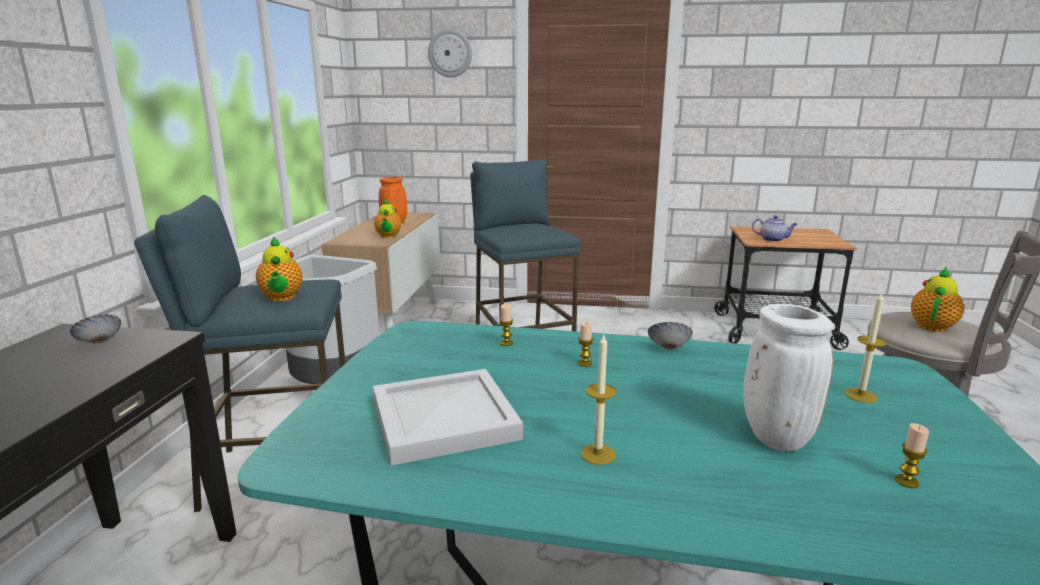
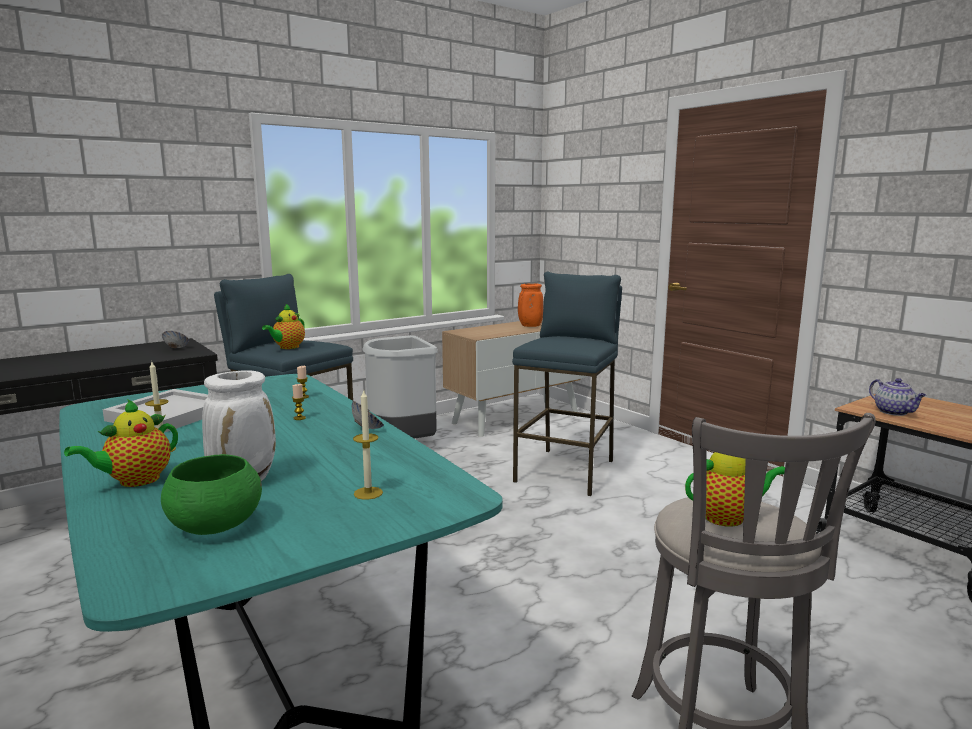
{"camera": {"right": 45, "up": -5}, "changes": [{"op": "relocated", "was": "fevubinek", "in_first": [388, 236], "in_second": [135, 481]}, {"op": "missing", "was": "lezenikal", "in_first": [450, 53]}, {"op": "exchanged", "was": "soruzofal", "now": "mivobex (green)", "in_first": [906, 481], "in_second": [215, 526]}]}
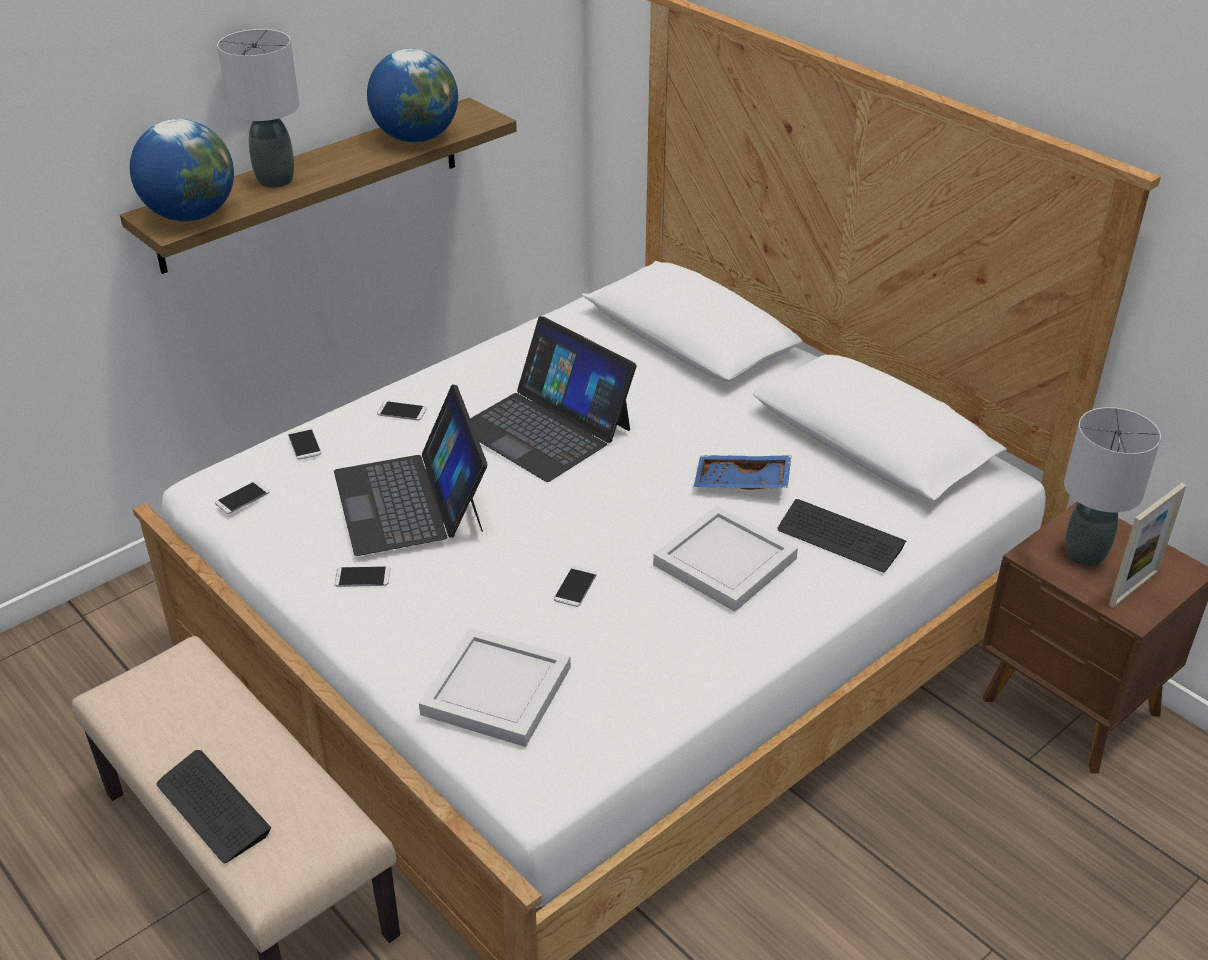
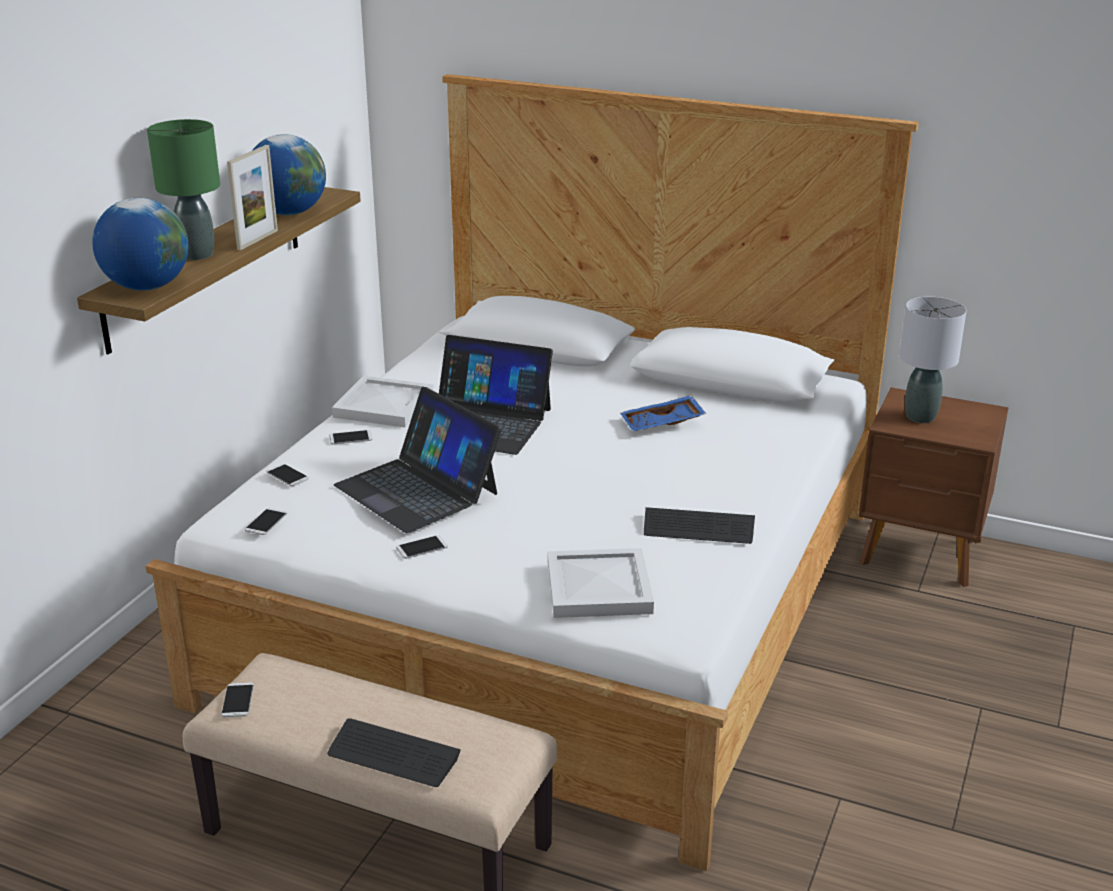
{"camera": {"right": -25, "up": -10}, "changes": [{"op": "colour", "was": "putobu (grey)", "now": "putobu (green)", "in_first": [275, 180], "in_second": [196, 255]}, {"op": "relocated", "was": "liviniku", "in_first": [575, 587], "in_second": [237, 700]}, {"op": "relocated", "was": "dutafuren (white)", "in_first": [725, 563], "in_second": [384, 406]}, {"op": "relocated", "was": "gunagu", "in_first": [840, 538], "in_second": [698, 528]}, {"op": "relocated", "was": "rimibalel", "in_first": [1134, 588], "in_second": [257, 240]}]}
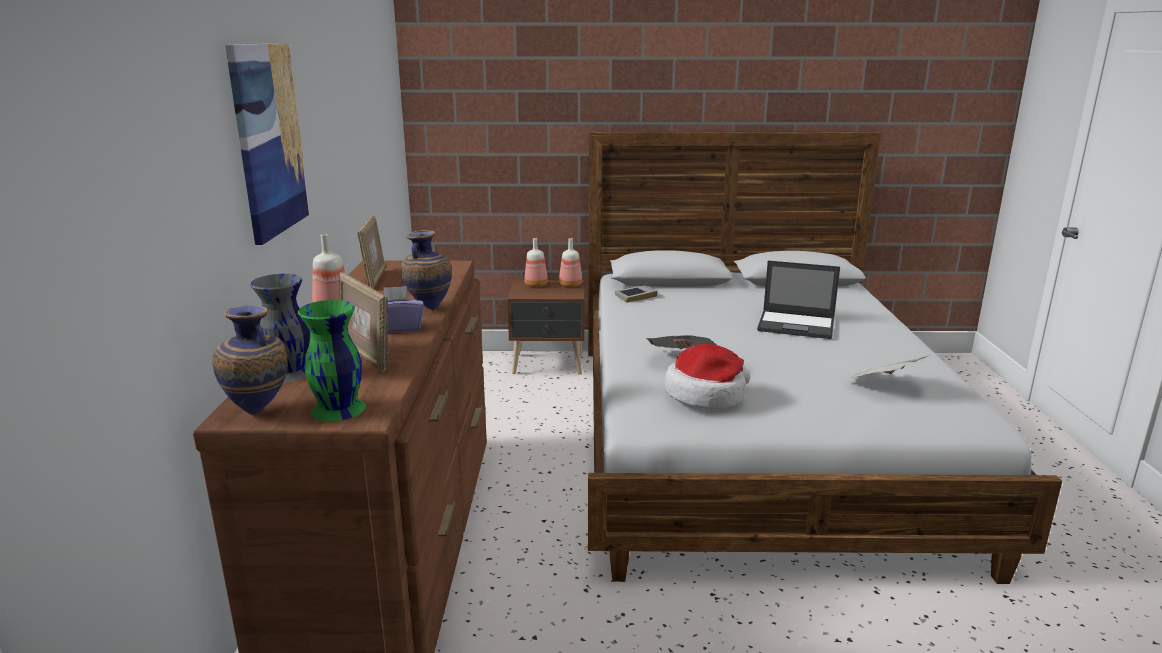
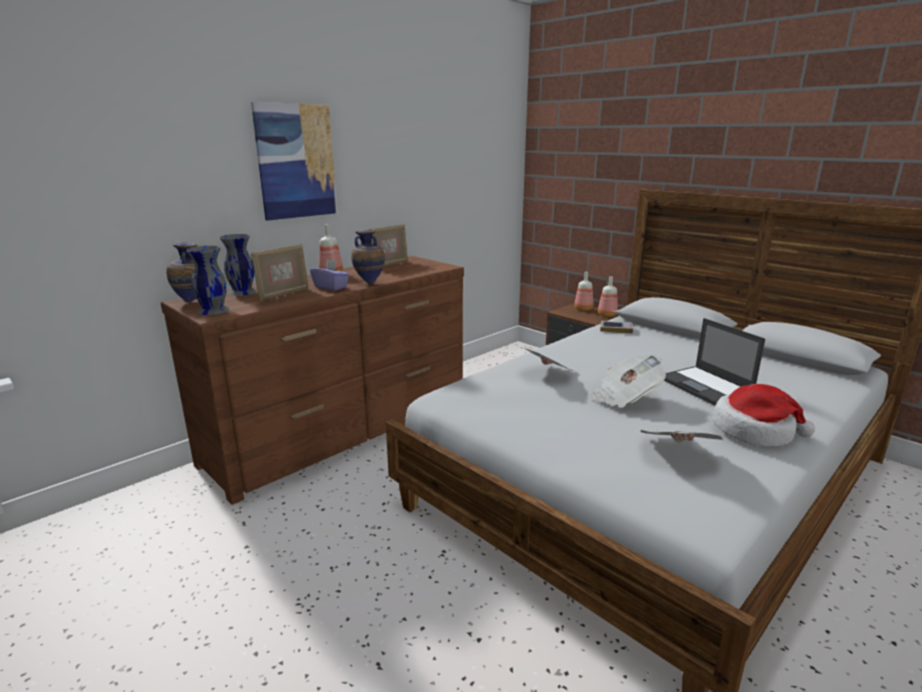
{"camera": {"right": 45, "up": 0}, "changes": [{"op": "colour", "was": "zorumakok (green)", "now": "zorumakok (grey)", "in_first": [337, 409], "in_second": [212, 310]}, {"op": "spun", "was": "rimibalel", "in_first": [366, 356], "in_second": [283, 294], "clockwise": -150}, {"op": "relocated", "was": "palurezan", "in_first": [706, 394], "in_second": [754, 431]}, {"op": "appeared", "now": "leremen", "in_second": [624, 397]}]}
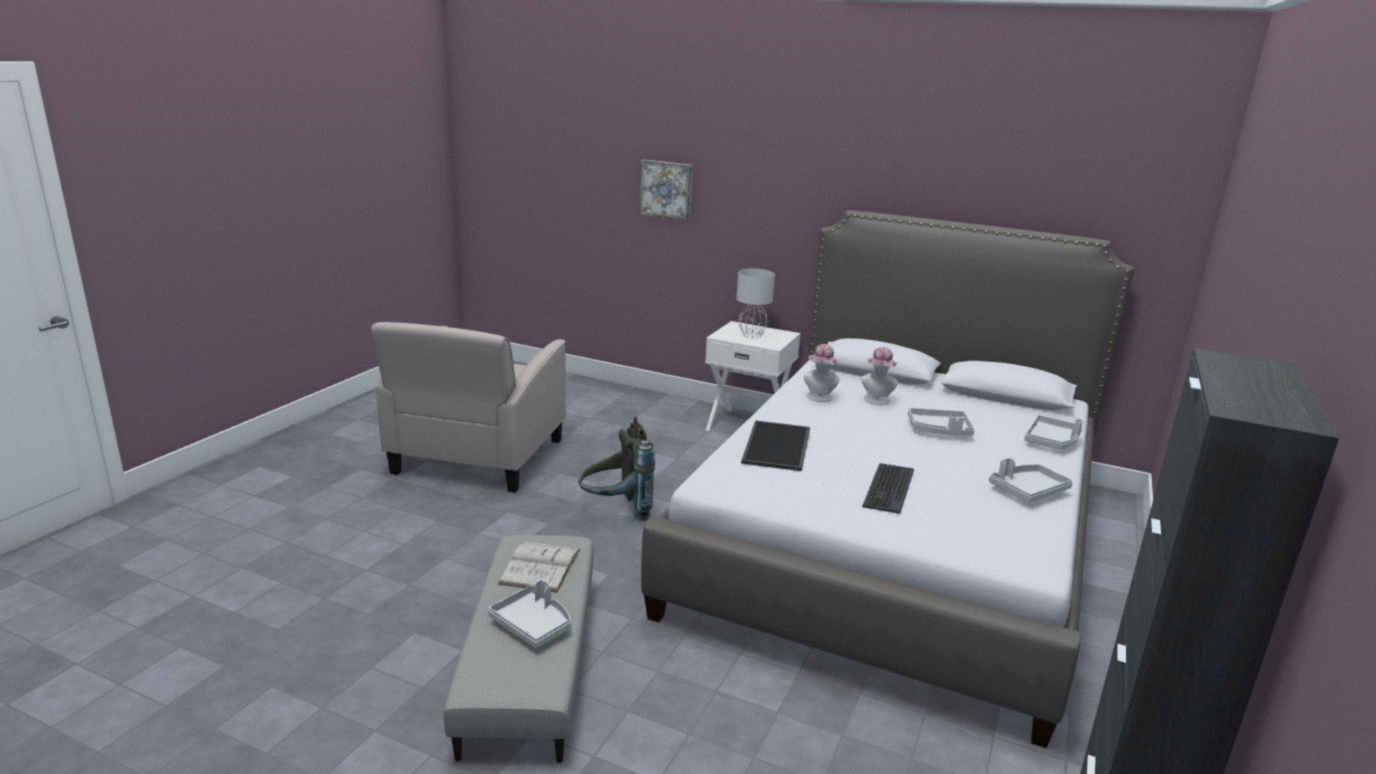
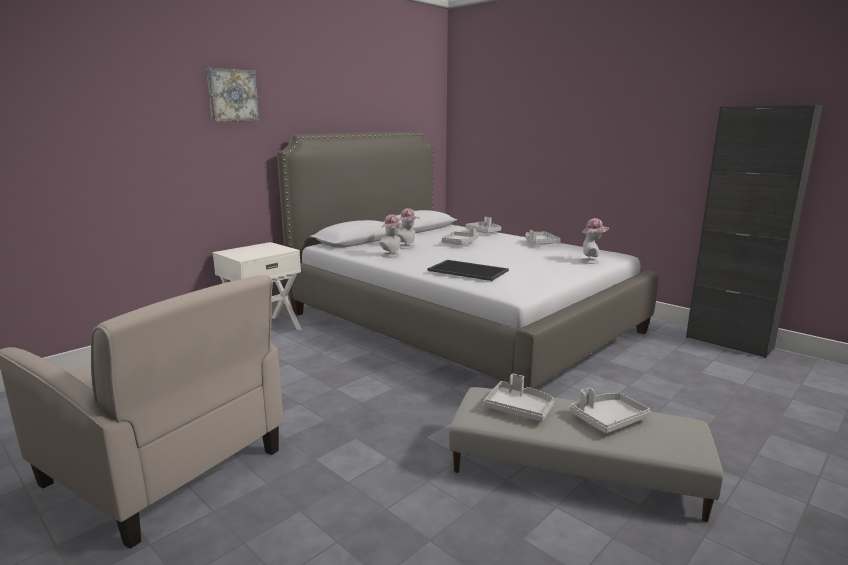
{"camera": {"right": -70, "up": -5}, "changes": [{"op": "exchanged", "was": "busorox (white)", "now": "dutafuren (grey)", "in_first": [540, 566], "in_second": [519, 409]}, {"op": "missing", "was": "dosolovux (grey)", "in_first": [616, 511]}, {"op": "relocated", "was": "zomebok", "in_first": [667, 189], "in_second": [232, 95]}, {"op": "missing", "was": "putobu (grey)", "in_first": [752, 335]}, {"op": "missing", "was": "gunagu", "in_first": [888, 488]}, {"op": "appeared", "now": "palurezan", "in_second": [591, 261]}]}
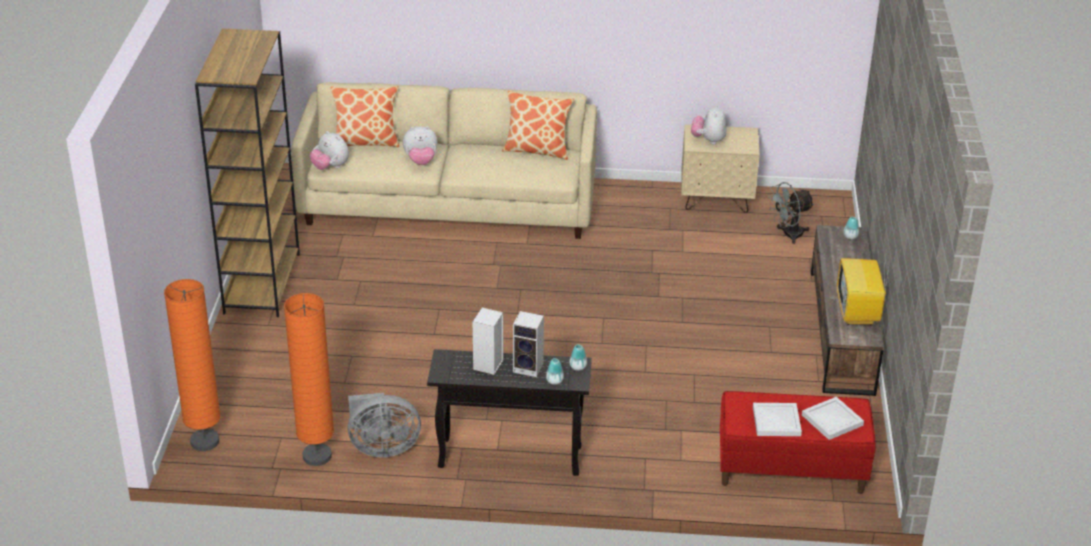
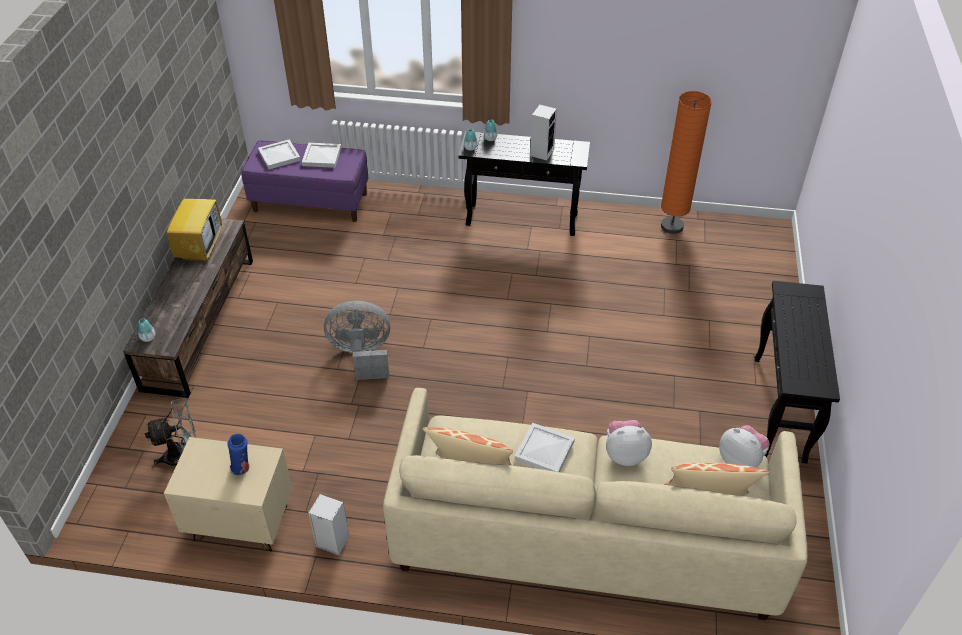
{"camera": {"right": -175, "up": 10}, "changes": [{"op": "missing", "was": "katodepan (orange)", "in_first": [204, 441]}, {"op": "exchanged", "was": "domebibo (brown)", "now": "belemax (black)", "in_first": [261, 283], "in_second": [779, 409]}, {"op": "relocated", "was": "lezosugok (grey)", "in_first": [382, 447], "in_second": [362, 356]}, {"op": "relocated", "was": "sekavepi", "in_first": [529, 367], "in_second": [331, 542]}, {"op": "exchanged", "was": "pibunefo", "now": "zorumakok (blue)", "in_first": [708, 140], "in_second": [242, 468]}, {"op": "colour", "was": "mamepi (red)", "now": "mamepi (purple)", "in_first": [790, 469], "in_second": [311, 202]}, {"op": "appeared", "now": "dutafuren (white)", "in_second": [545, 451]}]}
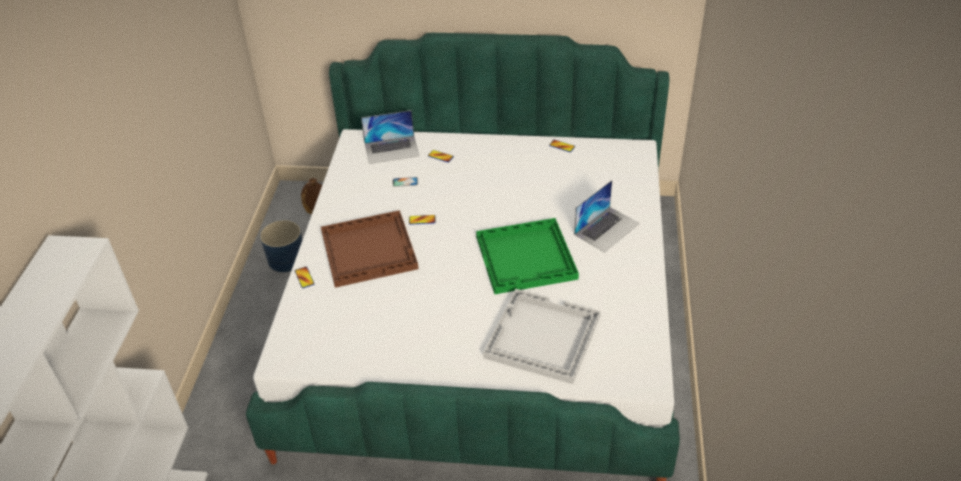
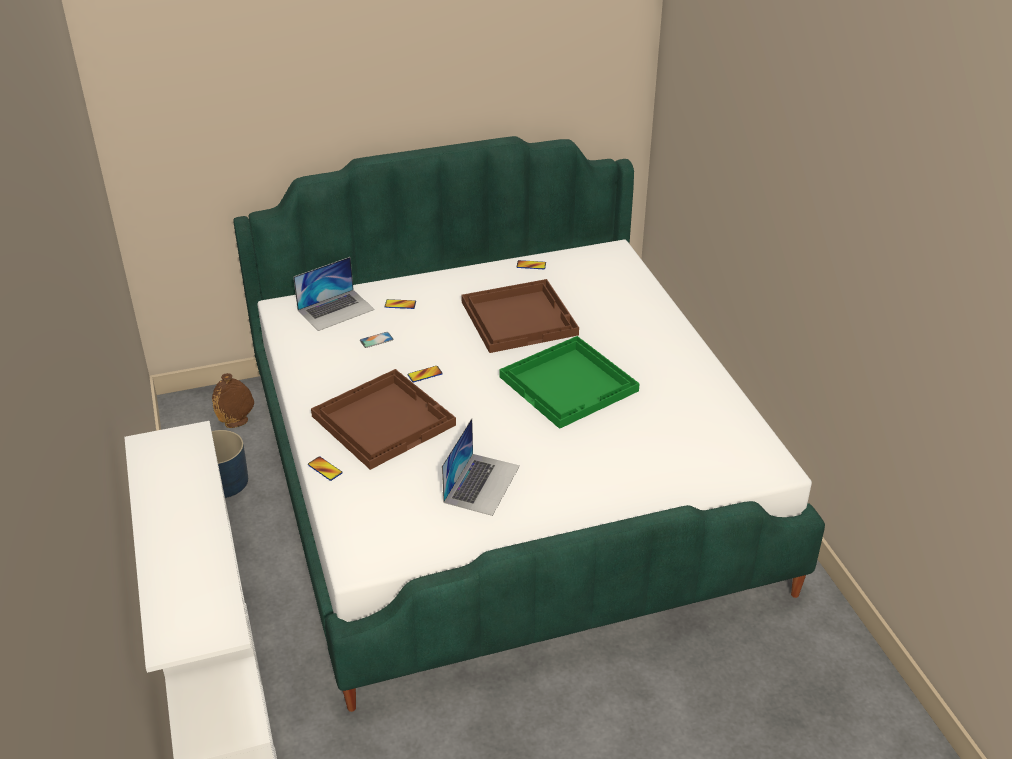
{"camera": {"right": -25, "up": -5}, "changes": [{"op": "missing", "was": "dutafuren (white)", "in_first": [541, 337]}, {"op": "relocated", "was": "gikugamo", "in_first": [607, 229], "in_second": [482, 483]}, {"op": "appeared", "now": "dutafuren (brown)", "in_second": [519, 317]}]}
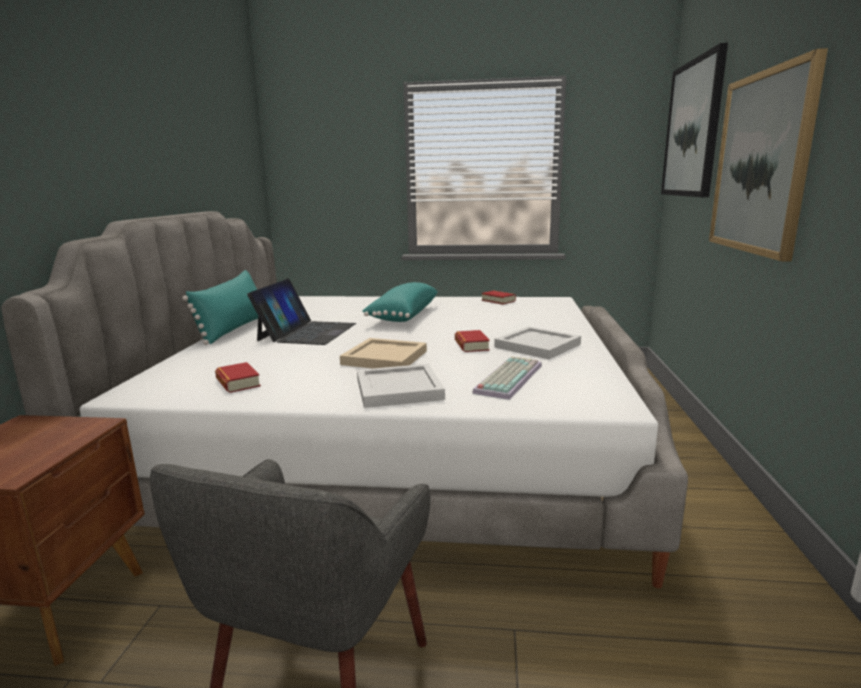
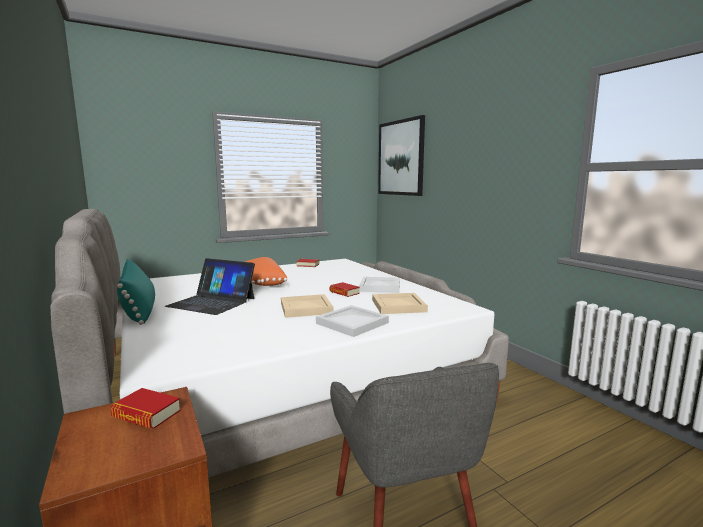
{"camera": {"right": -35, "up": -5}, "changes": [{"op": "relocated", "was": "busorox", "in_first": [238, 382], "in_second": [146, 414]}, {"op": "spun", "was": "gikugamo", "in_first": [307, 332], "in_second": [212, 302], "clockwise": 135}, {"op": "colour", "was": "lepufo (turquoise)", "now": "lepufo (orange)", "in_first": [402, 315], "in_second": [262, 281]}, {"op": "exchanged", "was": "gunagu", "now": "dutafuren (beige)", "in_first": [507, 378], "in_second": [397, 305]}, {"op": "missing", "was": "zomebok", "in_first": [761, 163]}]}
